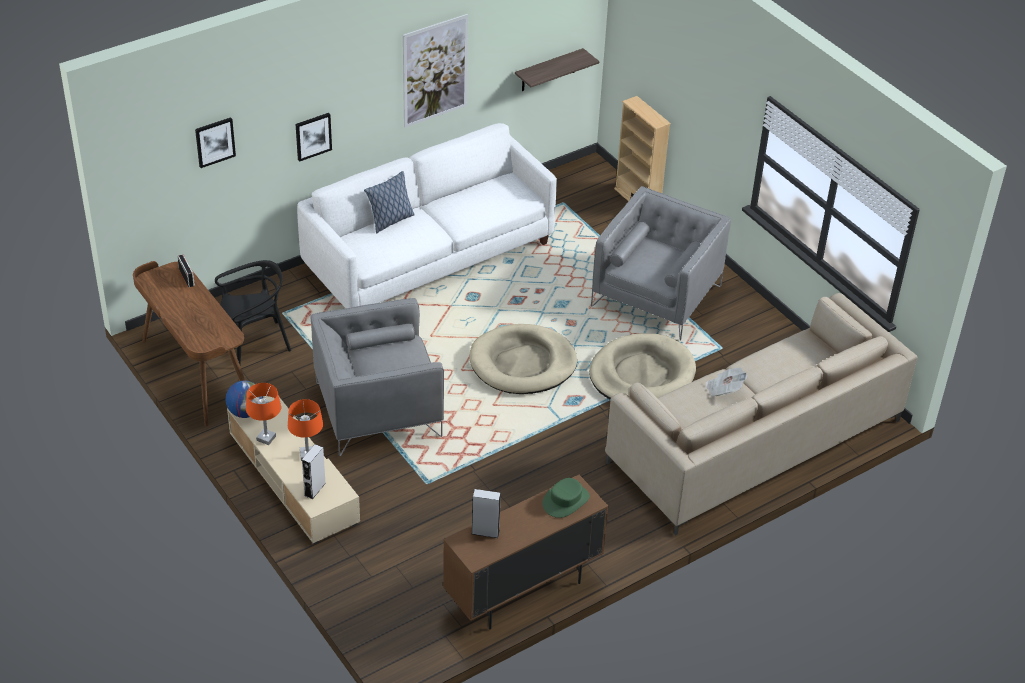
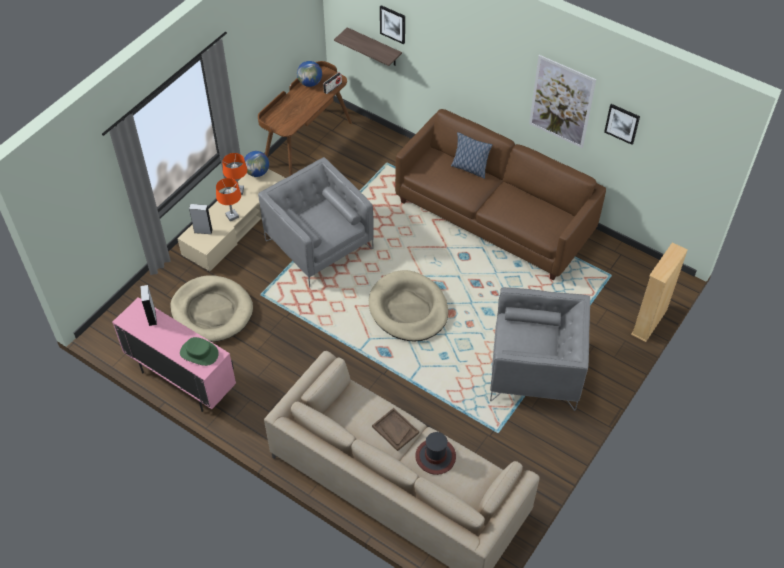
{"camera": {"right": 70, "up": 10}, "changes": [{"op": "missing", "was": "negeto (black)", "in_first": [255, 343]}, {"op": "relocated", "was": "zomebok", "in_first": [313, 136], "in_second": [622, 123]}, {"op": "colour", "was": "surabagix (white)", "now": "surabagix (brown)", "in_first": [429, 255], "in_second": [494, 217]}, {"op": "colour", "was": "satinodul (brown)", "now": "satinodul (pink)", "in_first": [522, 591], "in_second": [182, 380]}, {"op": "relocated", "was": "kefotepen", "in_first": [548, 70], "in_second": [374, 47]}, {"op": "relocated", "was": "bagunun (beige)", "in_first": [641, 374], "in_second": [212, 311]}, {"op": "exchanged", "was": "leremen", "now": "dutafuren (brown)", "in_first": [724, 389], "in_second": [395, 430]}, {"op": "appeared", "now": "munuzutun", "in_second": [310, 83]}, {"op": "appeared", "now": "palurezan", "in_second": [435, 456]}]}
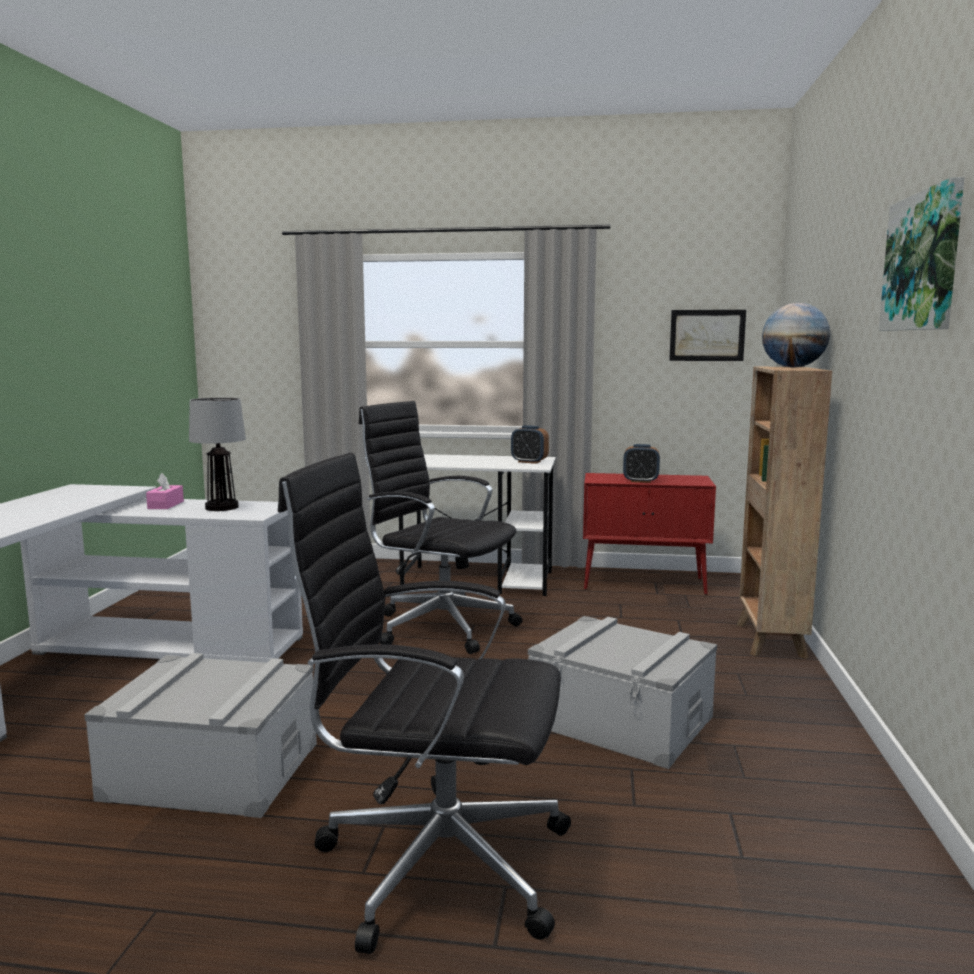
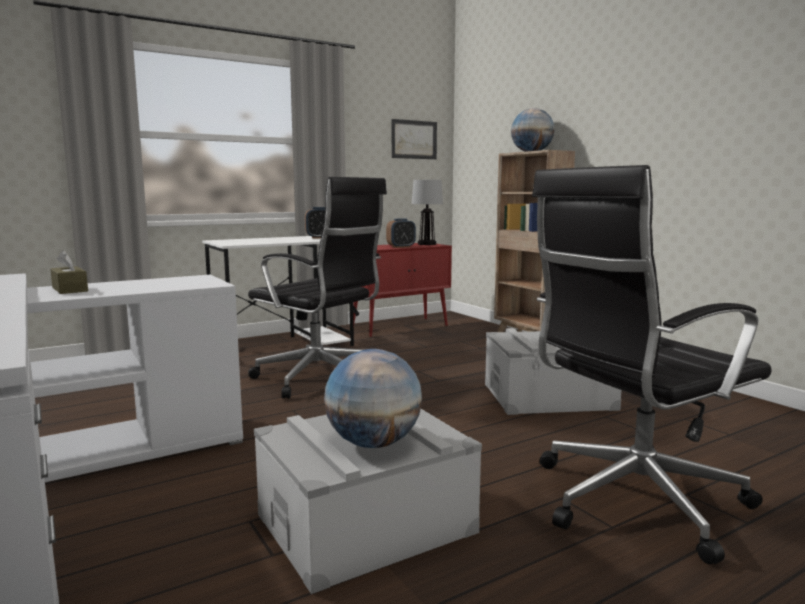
{"camera": {"right": -40, "up": 0}, "changes": [{"op": "colour", "was": "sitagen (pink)", "now": "sitagen (brown)", "in_first": [166, 505], "in_second": [70, 289]}, {"op": "relocated", "was": "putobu", "in_first": [222, 507], "in_second": [426, 244]}, {"op": "spun", "was": "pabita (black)", "in_first": [440, 626], "in_second": [320, 379], "clockwise": -135}, {"op": "missing", "was": "zomebok", "in_first": [924, 262]}, {"op": "appeared", "now": "munuzutun", "in_second": [374, 443]}]}
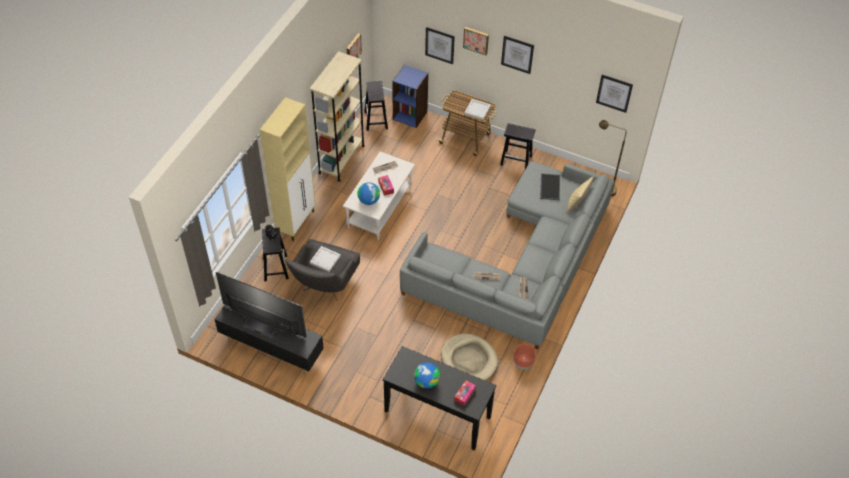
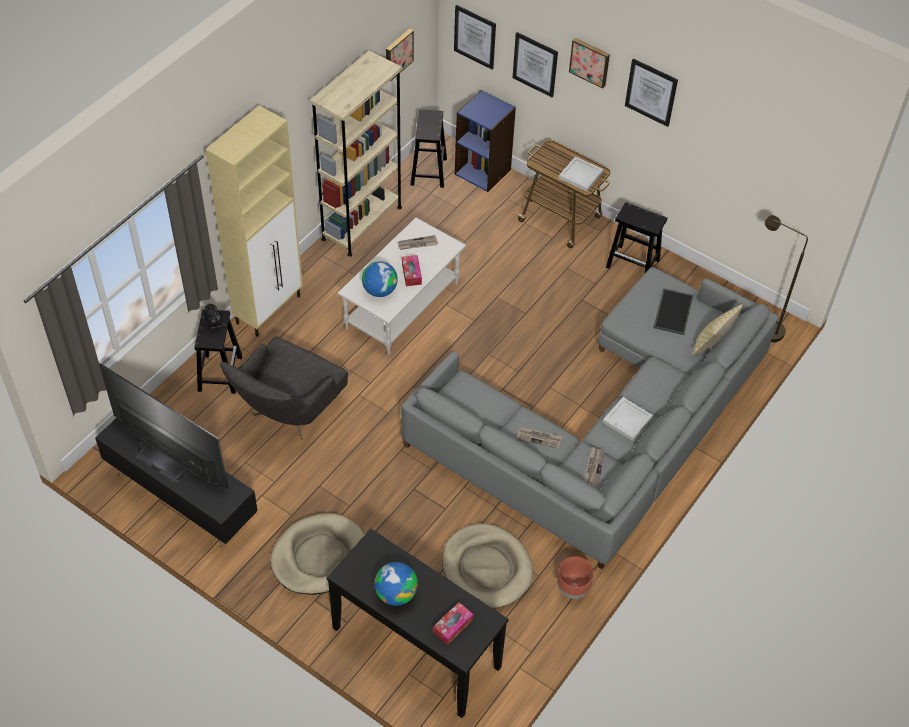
{"camera": {"right": 10, "up": 0}, "changes": [{"op": "relocated", "was": "dutafuren (white)", "in_first": [325, 259], "in_second": [628, 420]}, {"op": "relocated", "was": "zomebok", "in_first": [614, 93], "in_second": [475, 36]}, {"op": "appeared", "now": "bagunun (beige)", "in_second": [319, 556]}]}
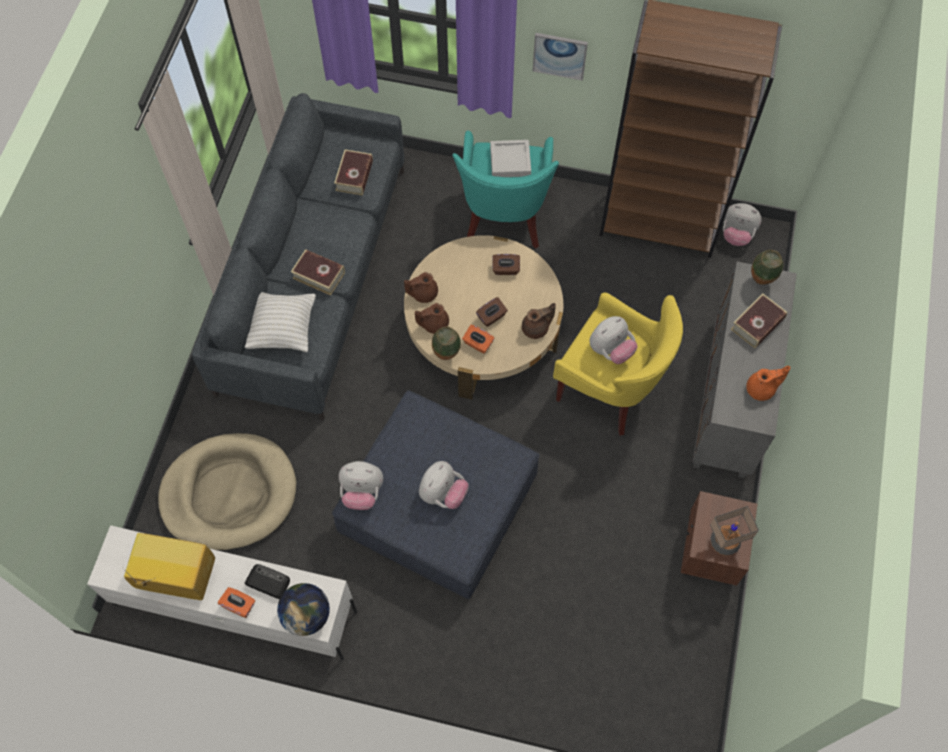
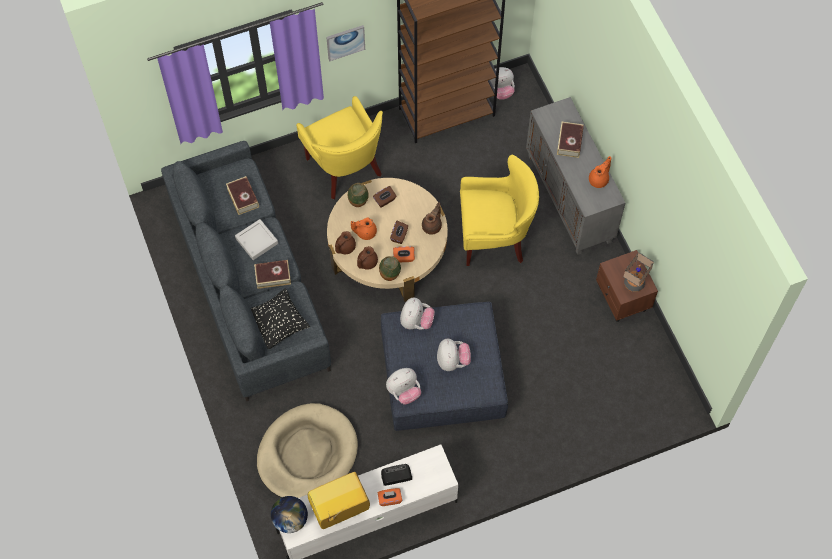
{"camera": {"right": -35, "up": 0}, "changes": [{"op": "colour", "was": "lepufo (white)", "now": "lepufo (black)", "in_first": [283, 329], "in_second": [278, 324]}, {"op": "relocated", "was": "munuzutun", "in_first": [307, 615], "in_second": [290, 519]}, {"op": "colour", "was": "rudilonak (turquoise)", "now": "rudilonak (yellow)", "in_first": [503, 219], "in_second": [344, 169]}, {"op": "relocated", "was": "dutafuren (grey)", "in_first": [510, 161], "in_second": [256, 241]}, {"op": "relocated", "was": "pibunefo", "in_first": [610, 350], "in_second": [416, 321]}, {"op": "relocated", "was": "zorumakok", "in_first": [761, 281], "in_second": [358, 204]}, {"op": "appeared", "now": "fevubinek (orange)", "in_second": [365, 232]}]}
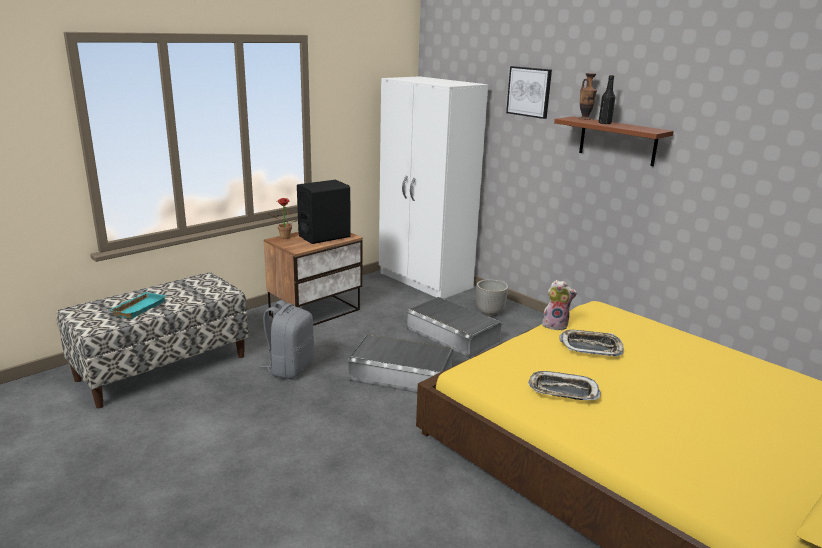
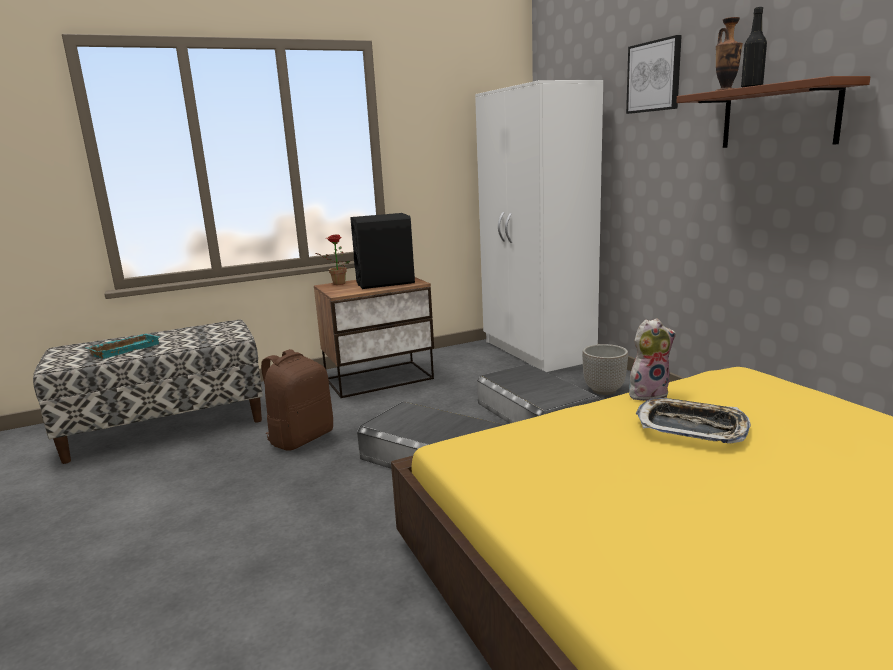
{"camera": {"right": 20, "up": -5}, "changes": [{"op": "colour", "was": "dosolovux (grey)", "now": "dosolovux (brown)", "in_first": [290, 368], "in_second": [301, 438]}, {"op": "missing", "was": "dutafuren", "in_first": [562, 391]}, {"op": "spun", "was": "pibunefo", "in_first": [555, 325], "in_second": [648, 394], "clockwise": -45}]}
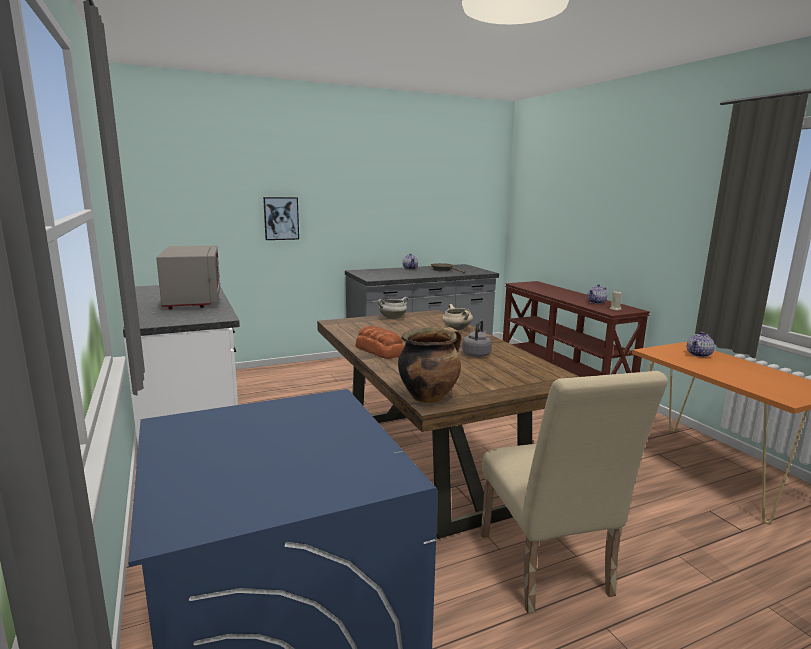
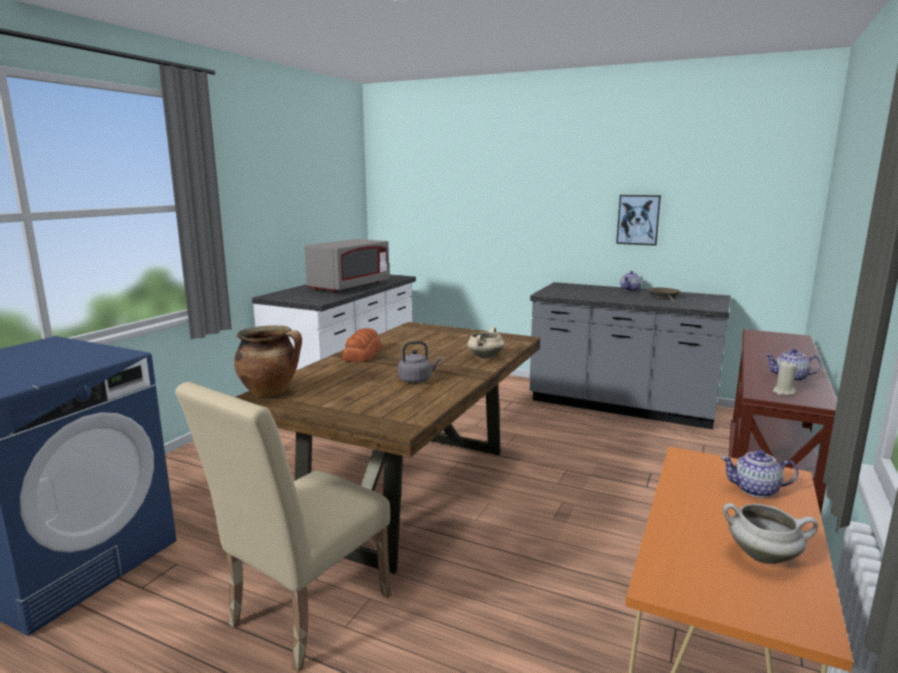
{"camera": {"right": 50, "up": 0}, "changes": [{"op": "relocated", "was": "zomebok", "in_first": [281, 218], "in_second": [638, 219]}, {"op": "relocated", "was": "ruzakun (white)", "in_first": [393, 318], "in_second": [763, 556]}]}
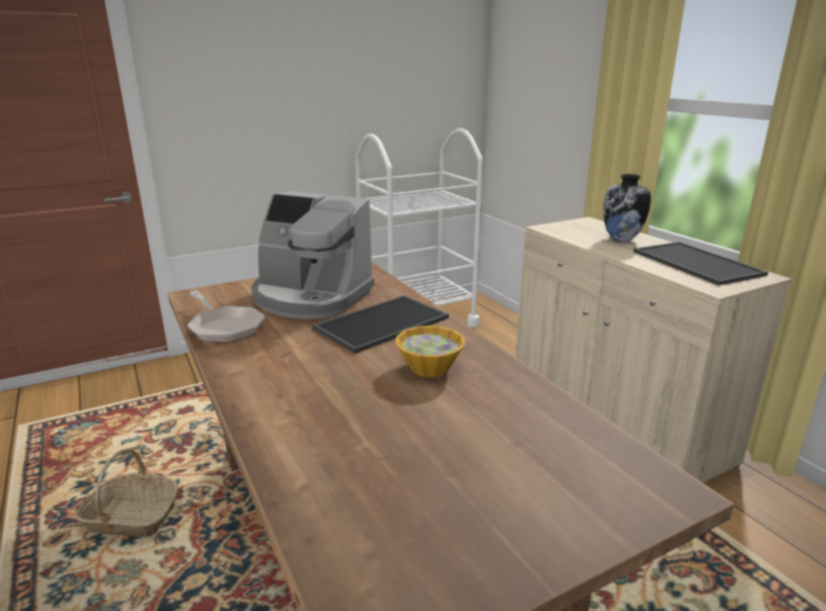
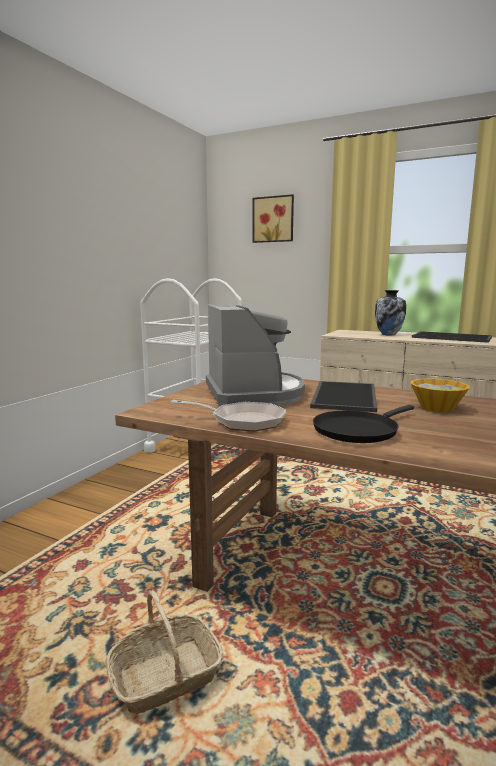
{"camera": {"right": -35, "up": -10}, "changes": [{"op": "spun", "was": "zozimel", "in_first": [310, 297], "in_second": [254, 394], "clockwise": -90}, {"op": "appeared", "now": "zomebok", "in_second": [273, 219]}, {"op": "appeared", "now": "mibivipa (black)", "in_second": [358, 430]}]}
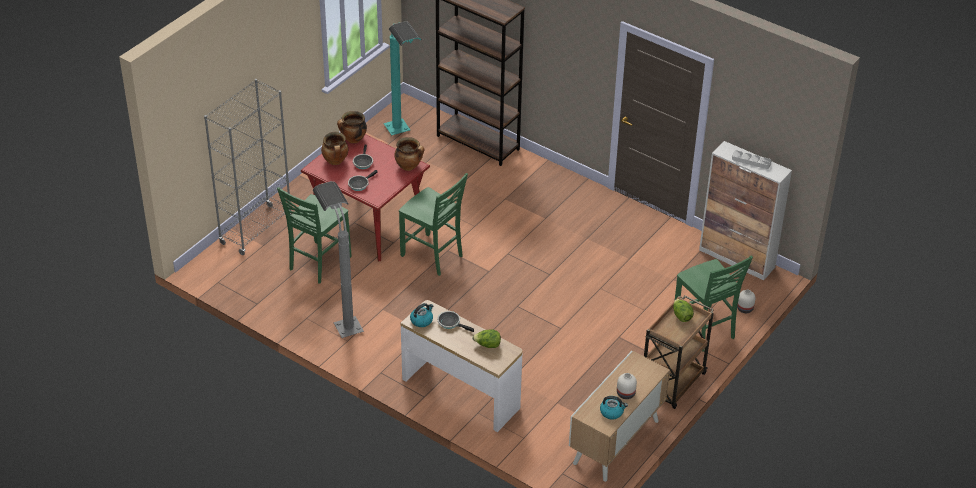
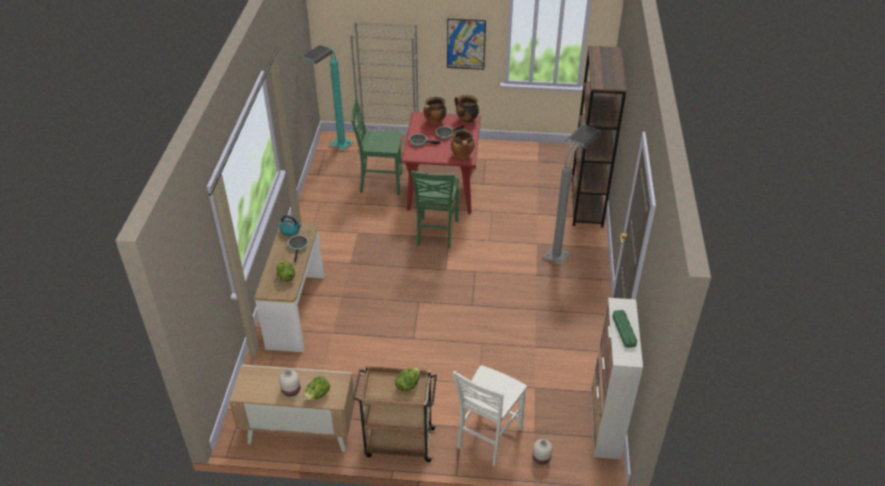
{"camera": {"right": 60, "up": 0}, "changes": [{"op": "relocated", "was": "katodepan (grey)", "in_first": [342, 318], "in_second": [563, 248]}, {"op": "relocated", "was": "katodepan (turquoise)", "in_first": [403, 137], "in_second": [334, 151]}, {"op": "missing", "was": "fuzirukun", "in_first": [612, 412]}, {"op": "colour", "was": "negeto (green)", "now": "negeto (white)", "in_first": [704, 330], "in_second": [487, 438]}, {"op": "colour", "was": "dutafuren (grey)", "now": "dutafuren (green)", "in_first": [751, 161], "in_second": [624, 330]}, {"op": "appeared", "now": "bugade", "in_second": [317, 395]}, {"op": "appeared", "now": "zomebok", "in_second": [466, 44]}]}
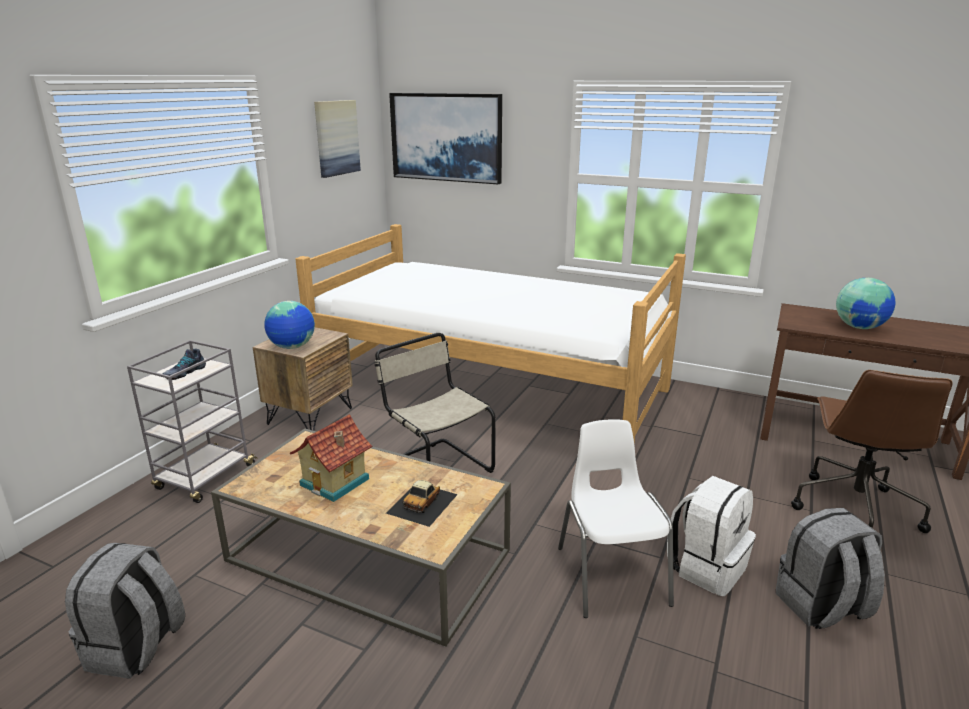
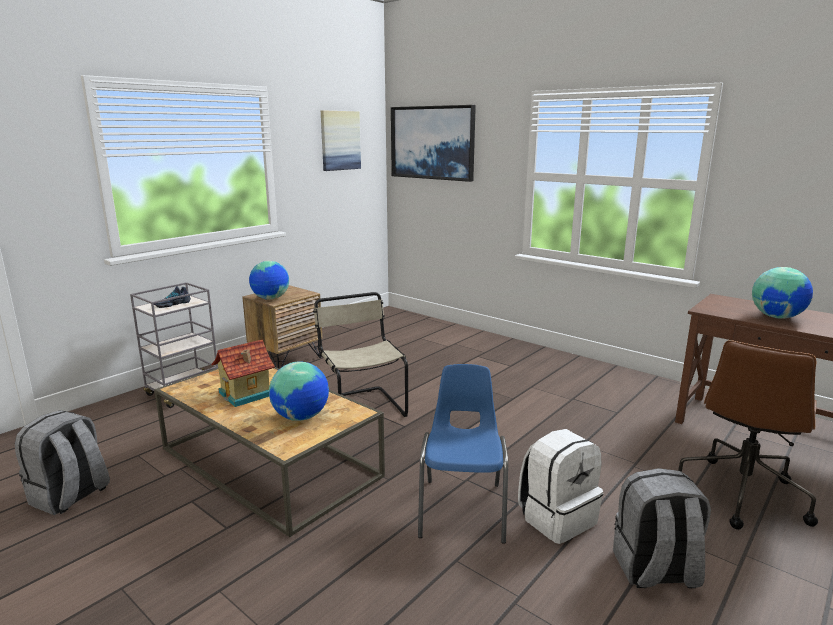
{"camera": {"right": 15, "up": -5}, "changes": [{"op": "missing", "was": "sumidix", "in_first": [491, 392]}, {"op": "exchanged", "was": "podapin", "now": "munuzutun", "in_first": [422, 503], "in_second": [301, 417]}, {"op": "colour", "was": "negeto (white)", "now": "negeto (blue)", "in_first": [611, 574], "in_second": [463, 508]}]}
